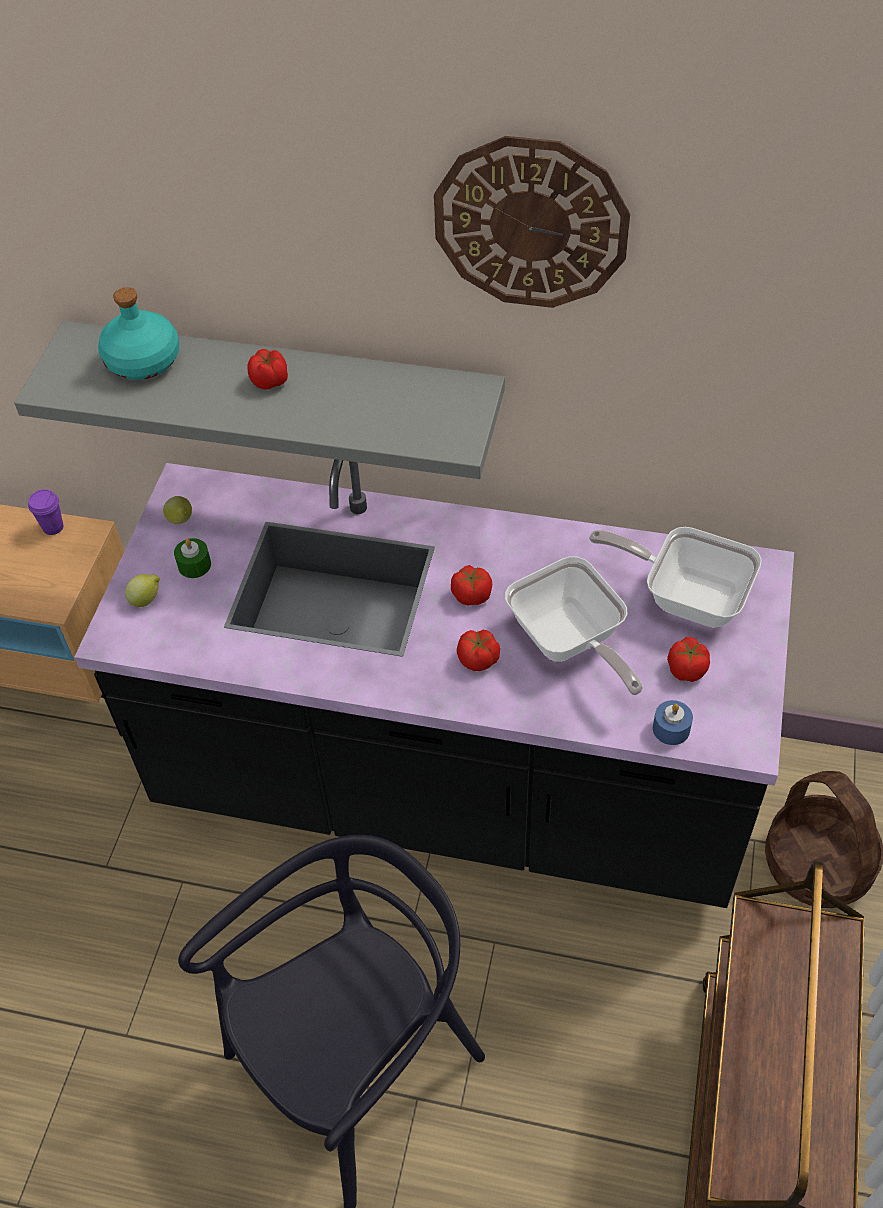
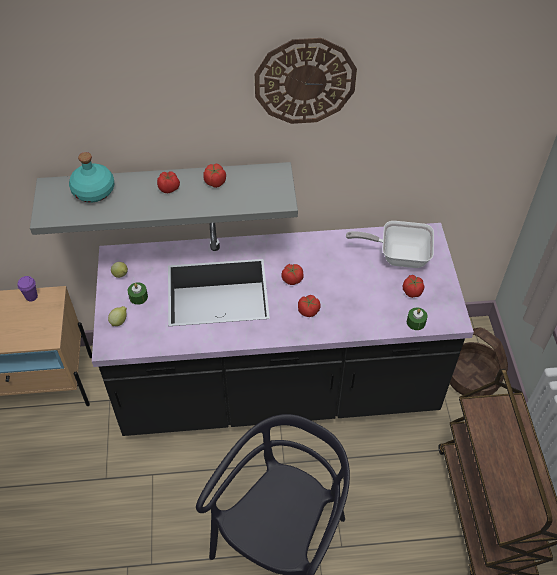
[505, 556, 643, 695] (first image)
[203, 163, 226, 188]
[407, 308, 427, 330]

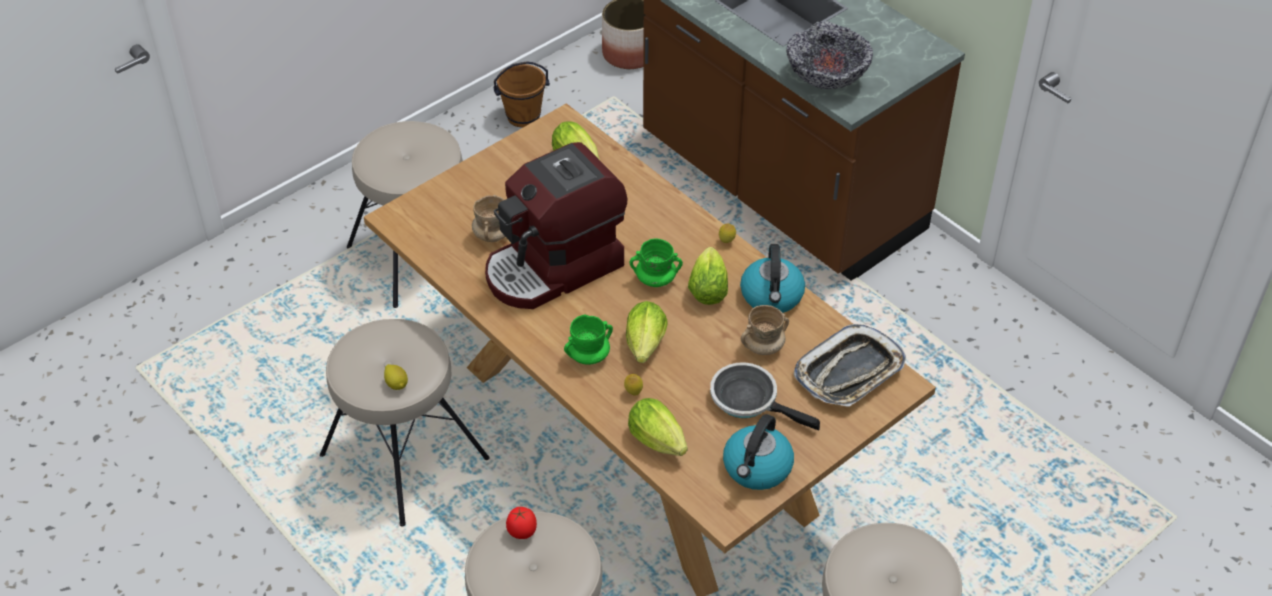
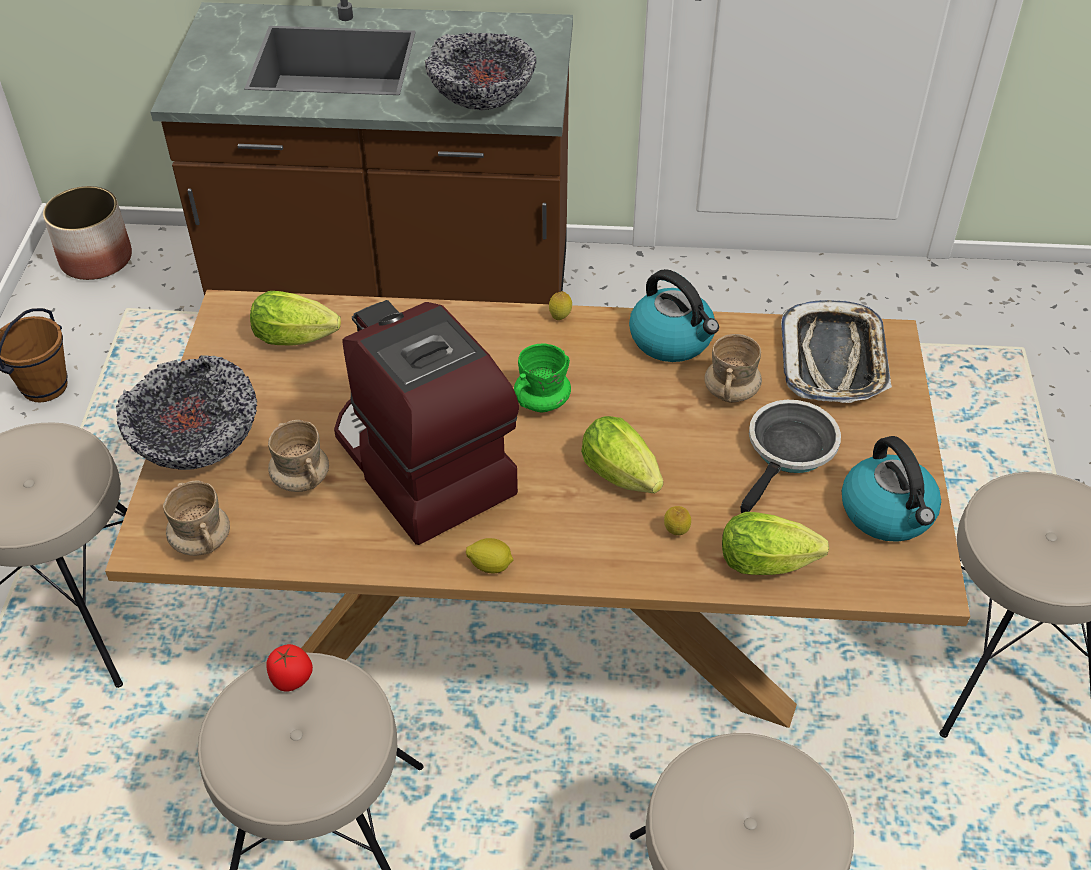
[564, 314, 613, 365] (first image)
[688, 247, 728, 305] (first image)
[116, 355, 257, 470]
[163, 480, 230, 556]
[466, 538, 513, 573]
[266, 644, 313, 692]
[334, 300, 519, 545]
[741, 400, 841, 513]

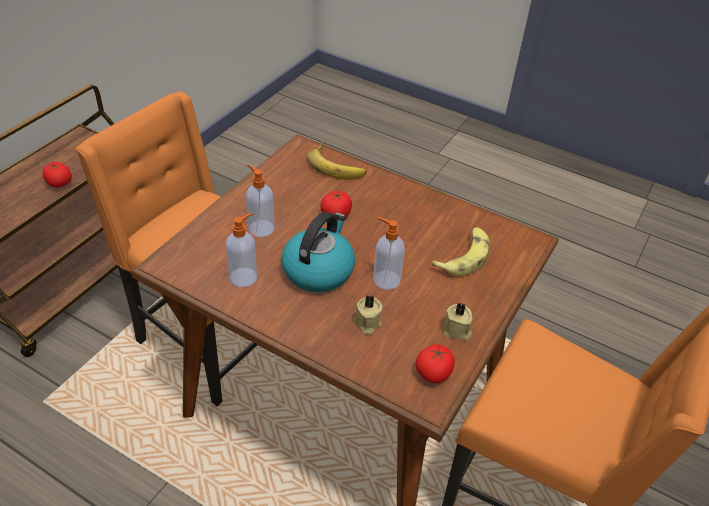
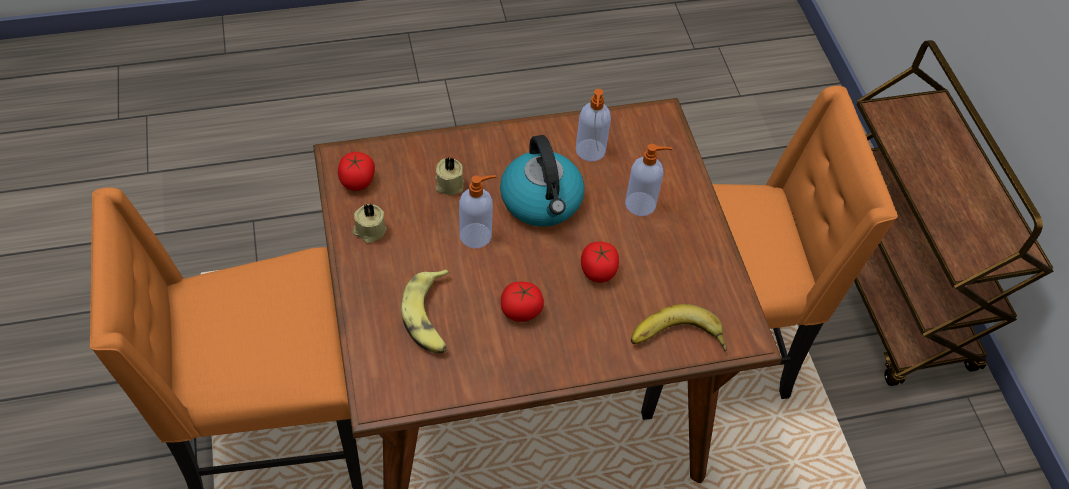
[501, 282, 544, 322]

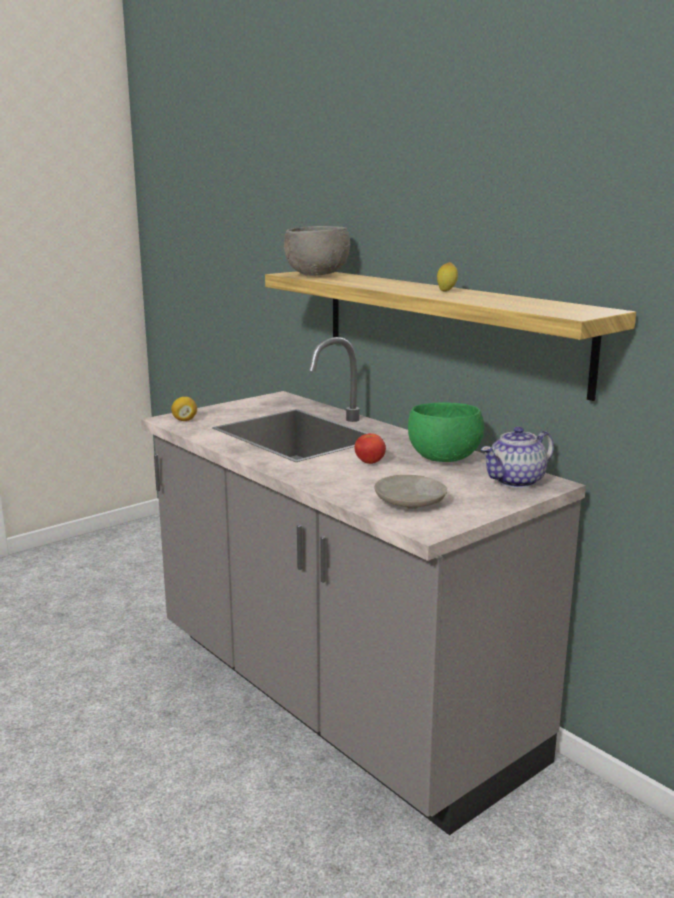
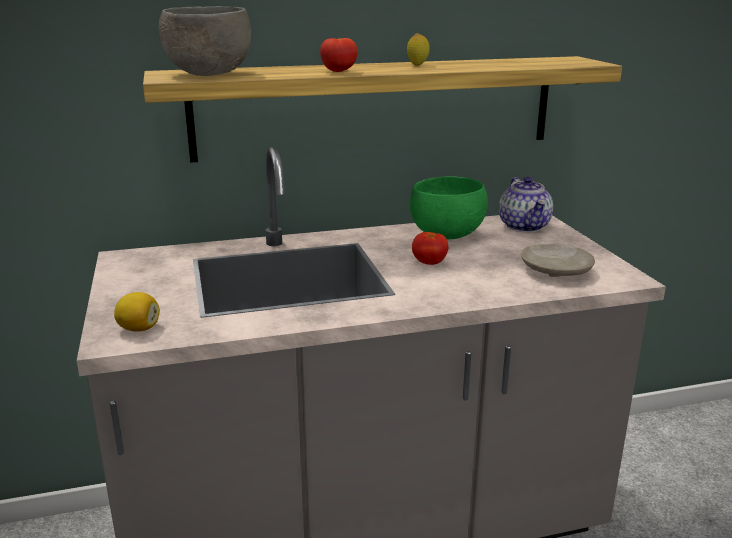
[320, 38, 358, 72]

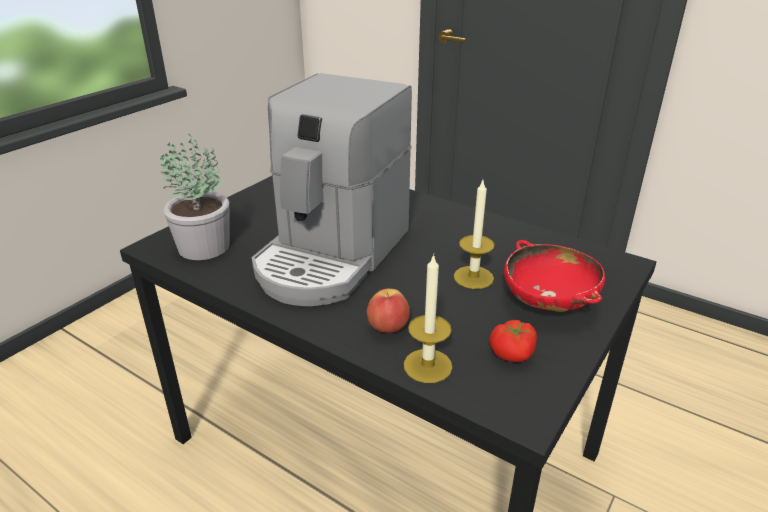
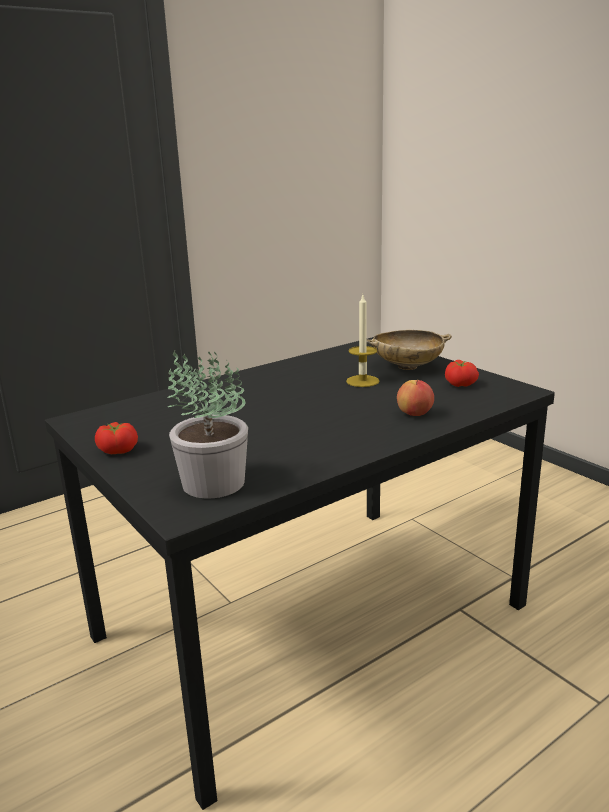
[251, 73, 412, 306] (first image)
[404, 254, 453, 383] (first image)
[95, 422, 138, 454]
[366, 330, 452, 370]

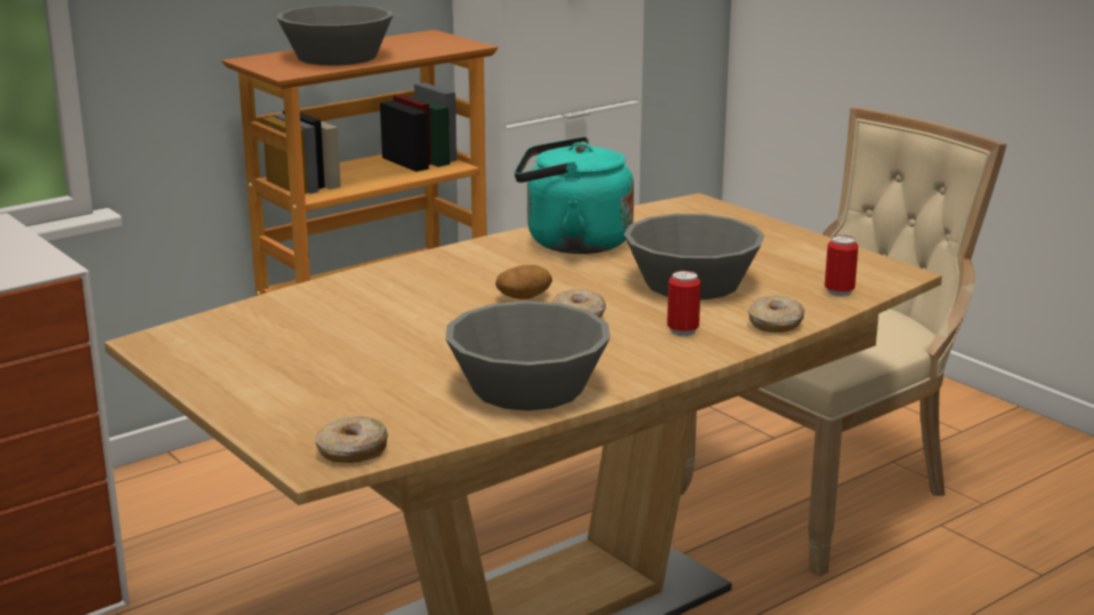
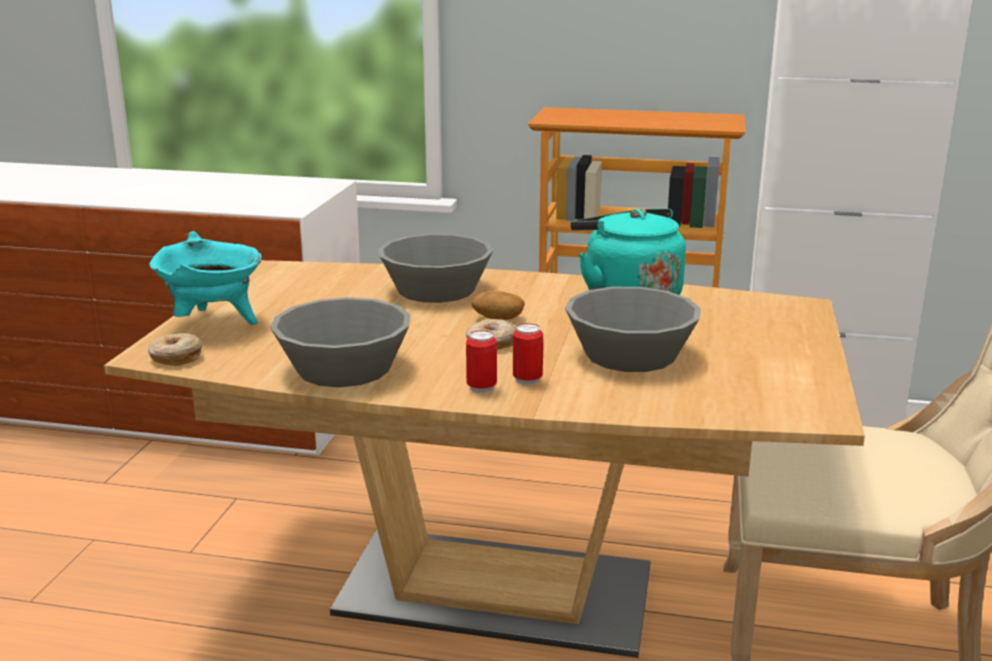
[748, 296, 804, 333] (first image)
[150, 231, 262, 325]
[378, 234, 493, 303]
[466, 330, 497, 393]

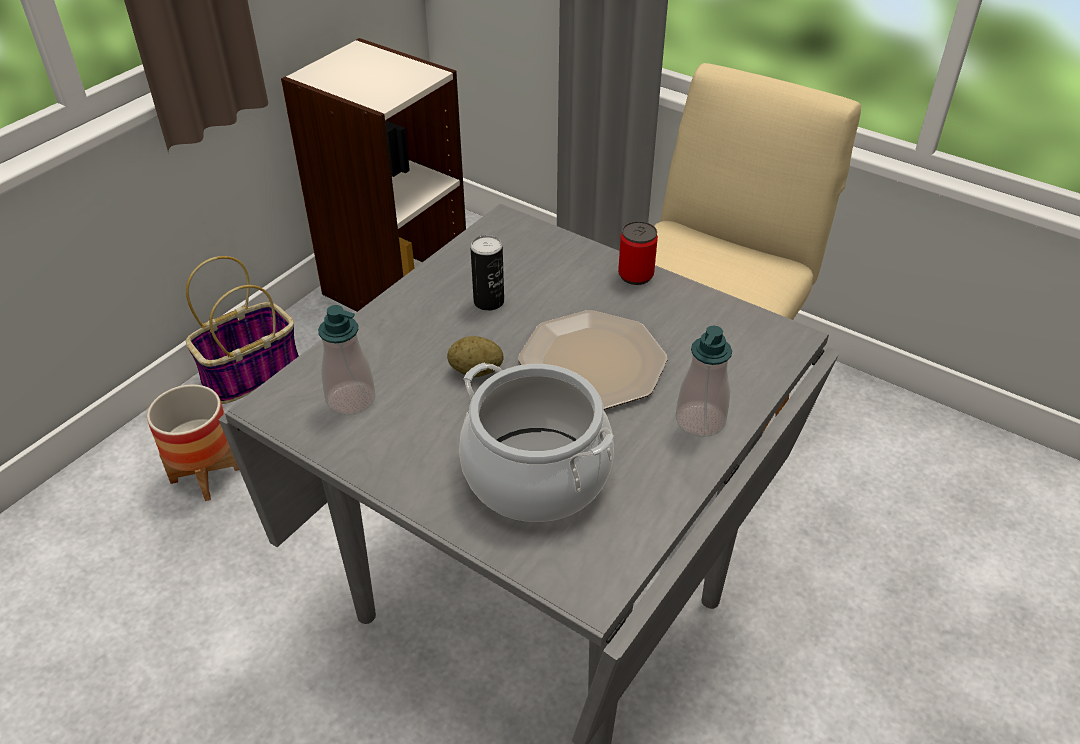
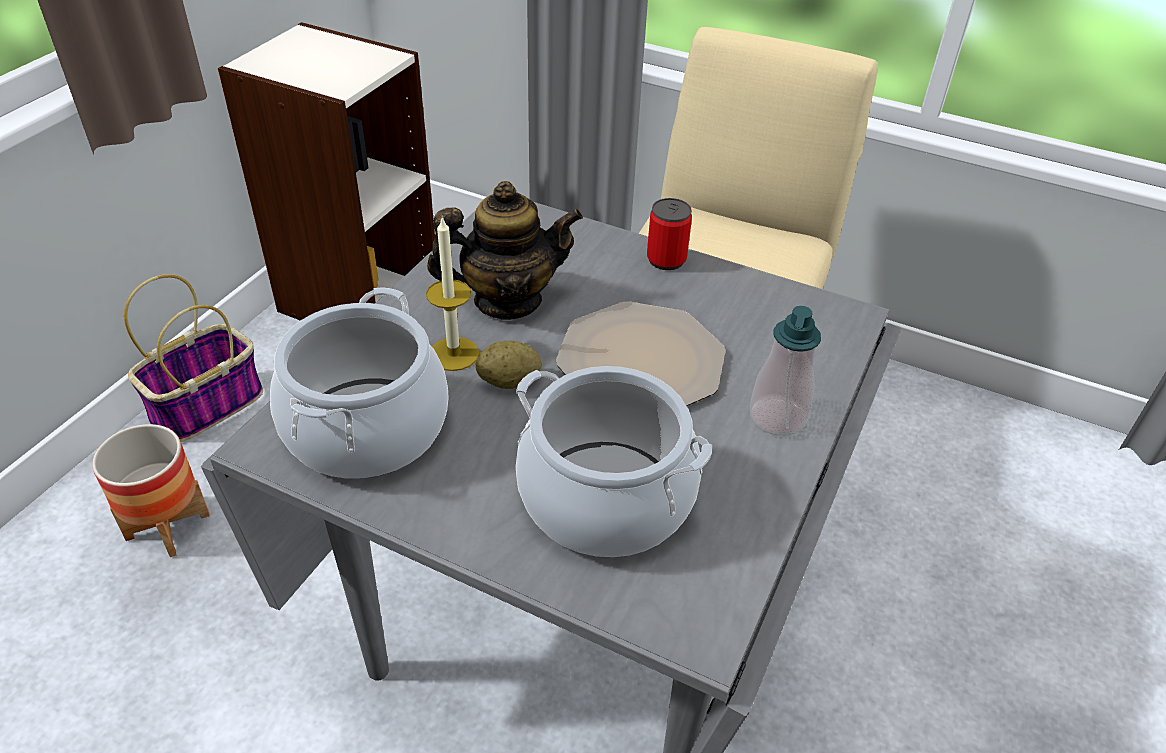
[426, 216, 479, 371]
[270, 287, 449, 479]
[427, 181, 583, 320]

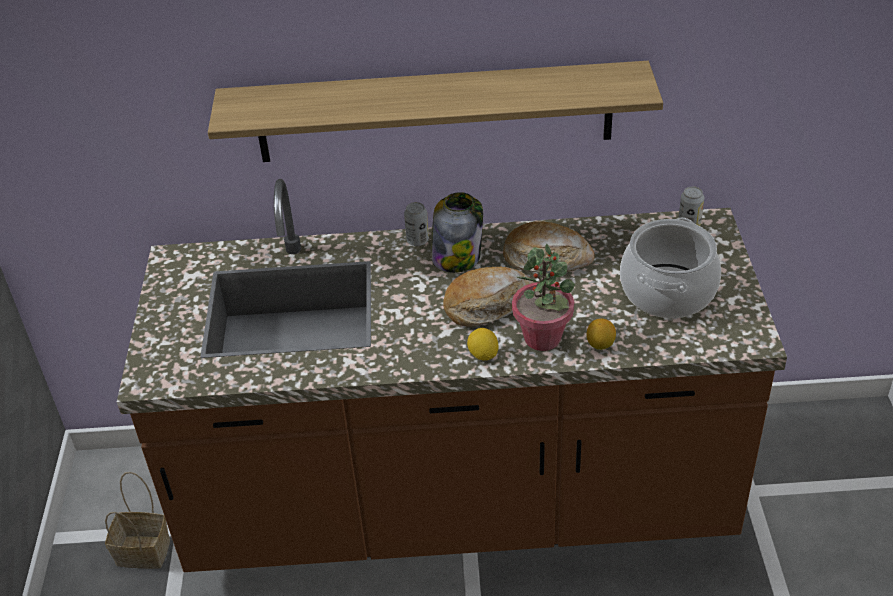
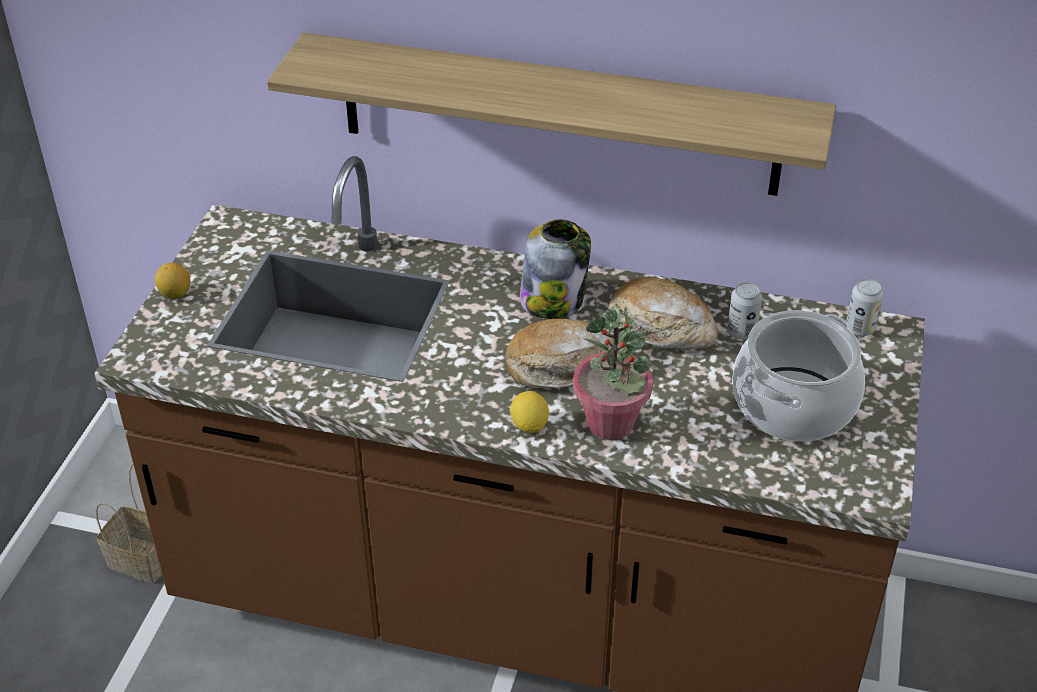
[727, 282, 762, 340]
[155, 263, 190, 299]

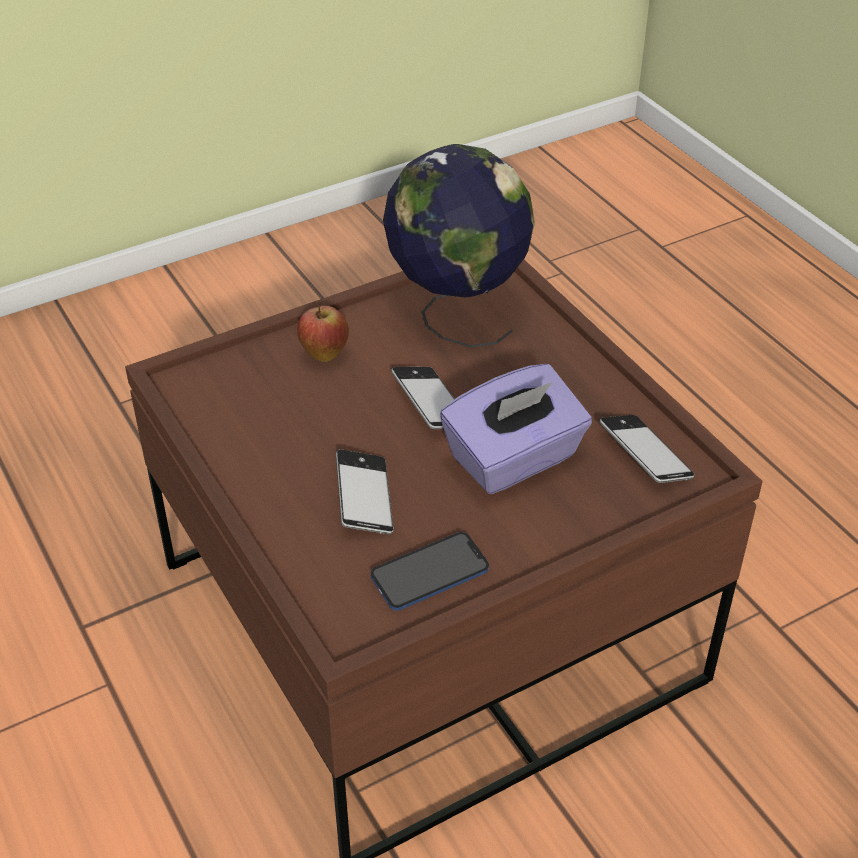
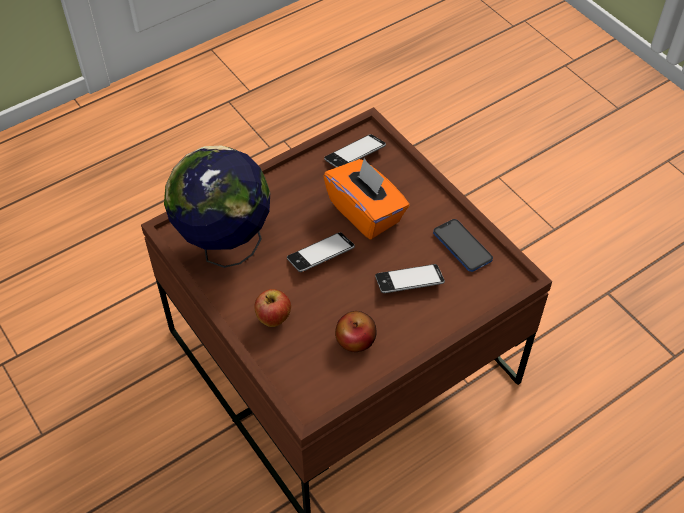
[335, 311, 376, 352]
[323, 158, 409, 239]

